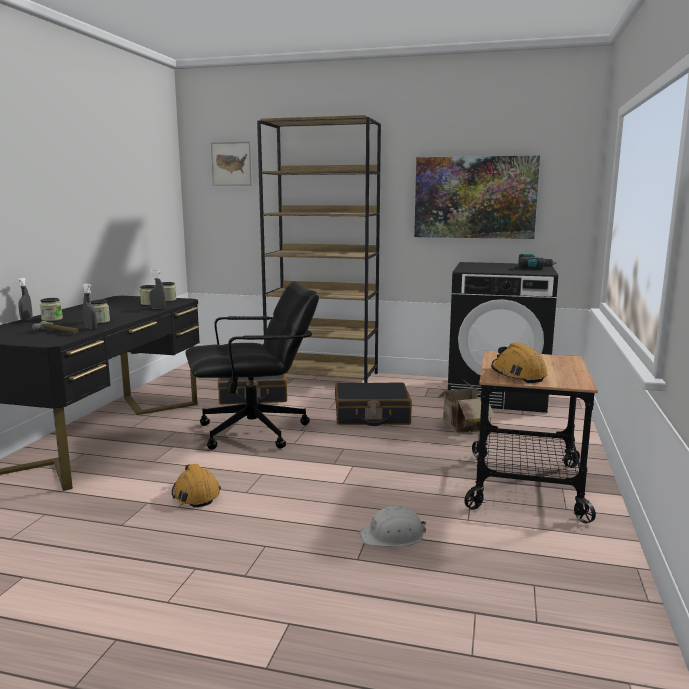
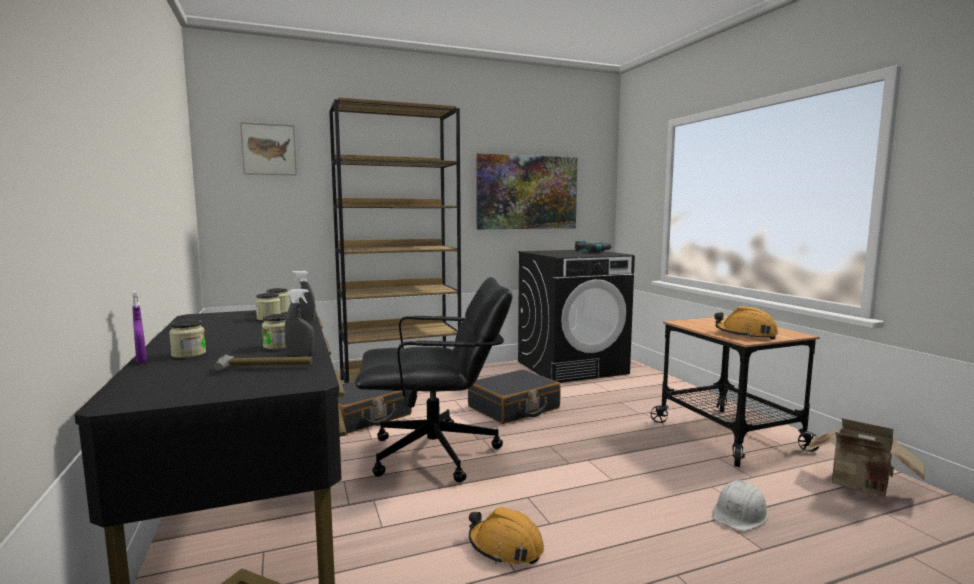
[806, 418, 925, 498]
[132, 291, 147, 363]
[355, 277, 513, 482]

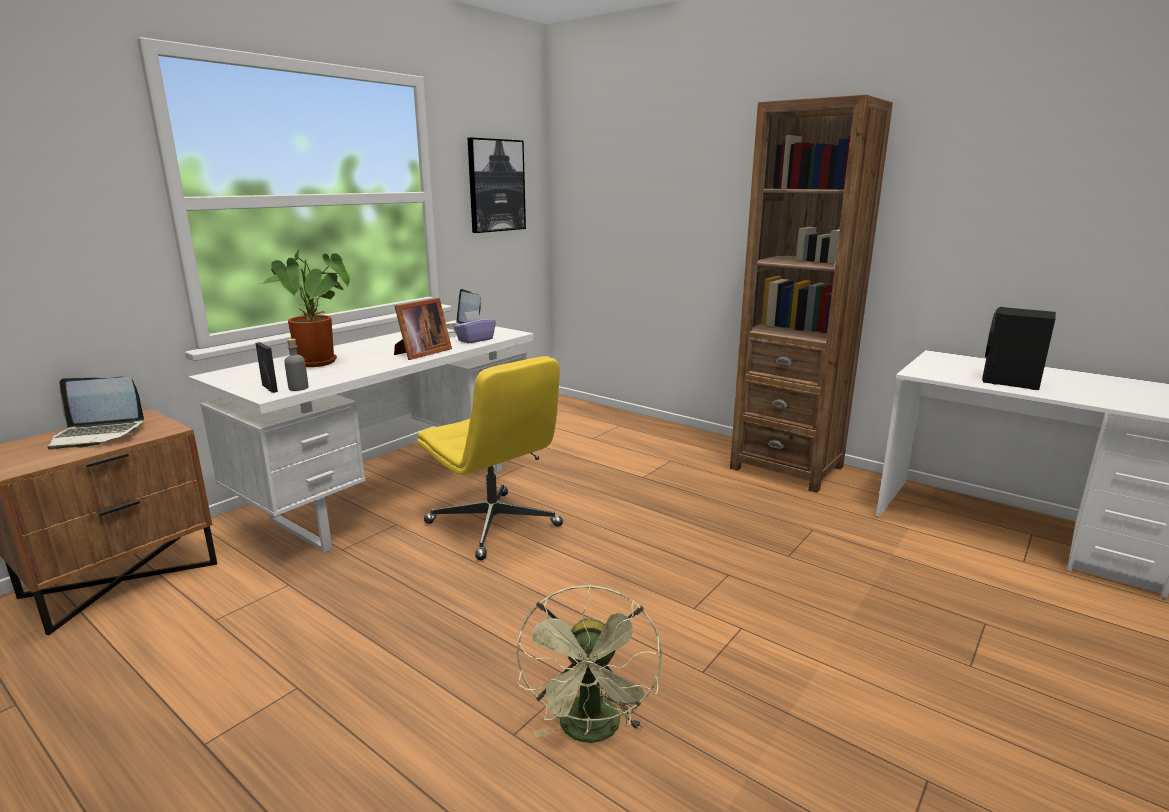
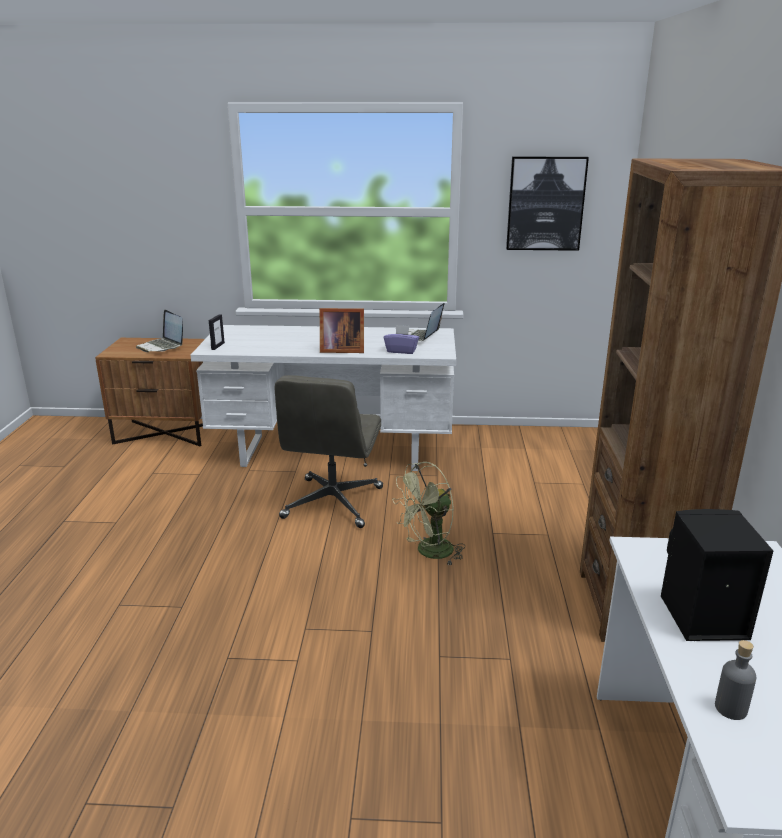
[261, 249, 350, 367] (first image)
[715, 640, 757, 720]
[392, 462, 465, 566]
[275, 375, 383, 528]

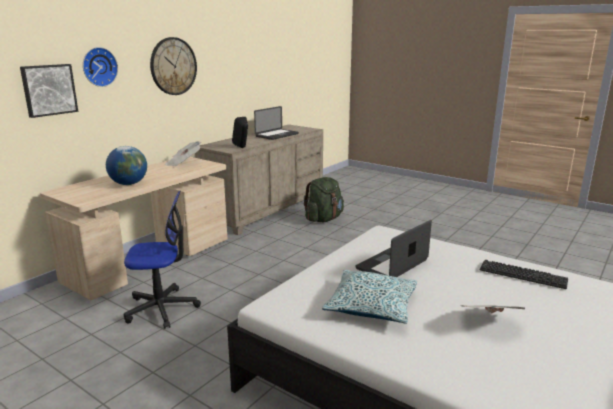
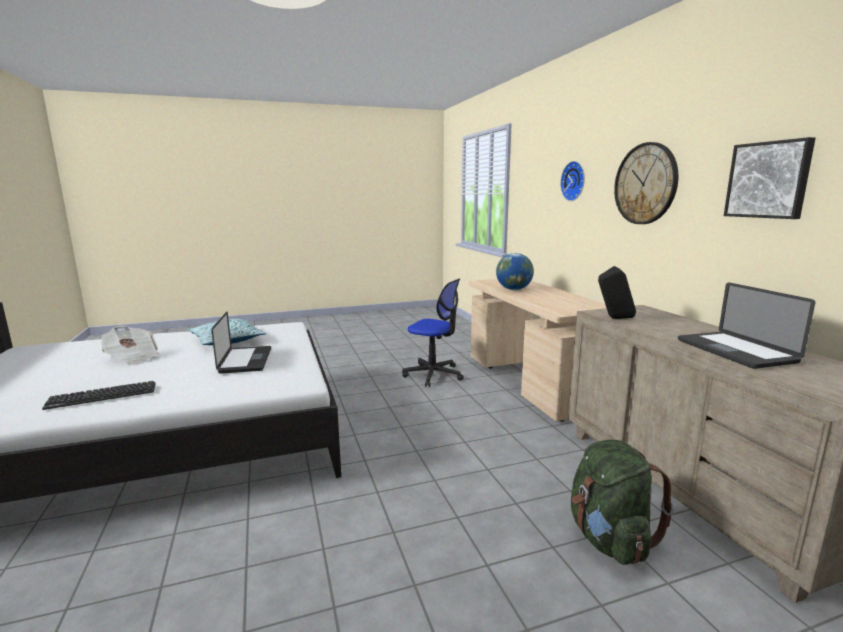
[165, 141, 201, 166] (first image)
[724, 137, 816, 219]
[402, 278, 464, 387]

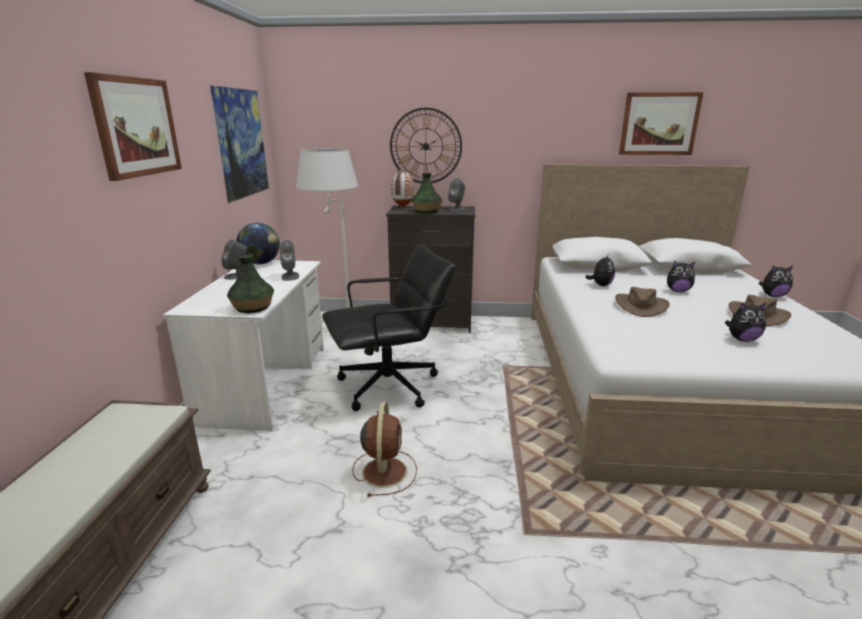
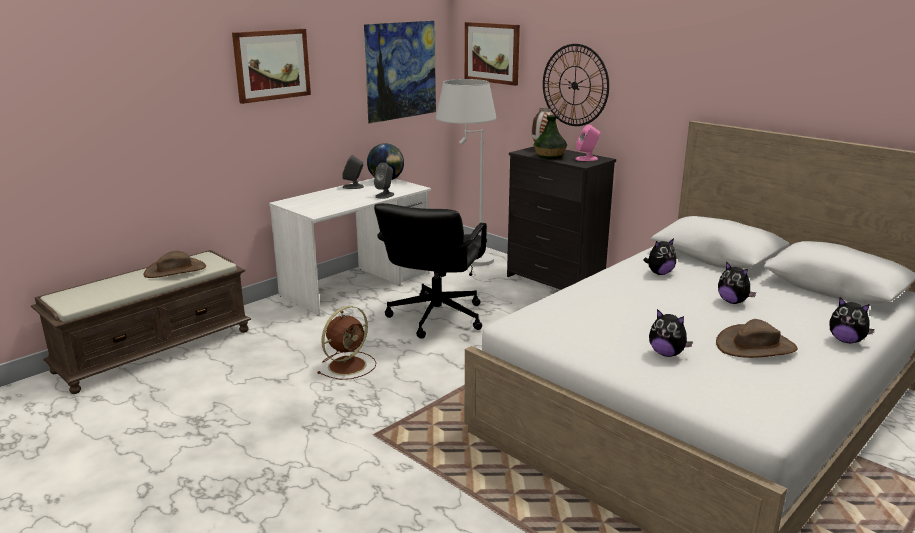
[227, 254, 274, 313] (first image)
[144, 251, 206, 278]
[465, 22, 520, 86]
[576, 125, 600, 161]
[374, 203, 487, 339]

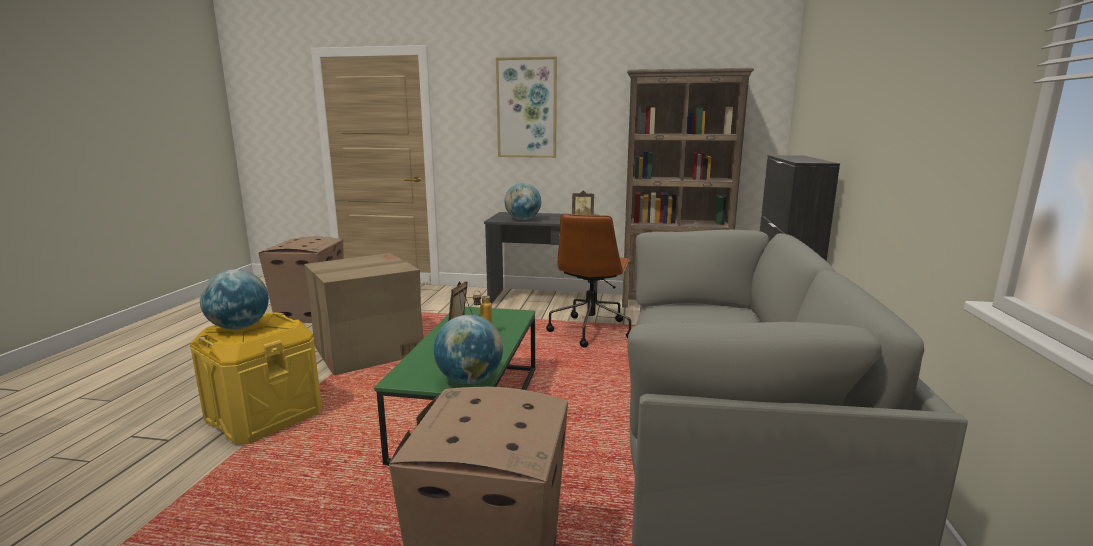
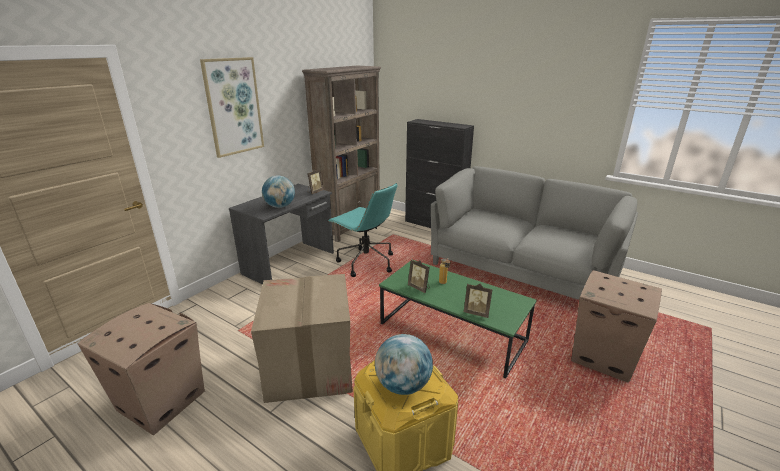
[434, 315, 503, 384] (first image)
[464, 284, 492, 318]
[328, 183, 397, 277]

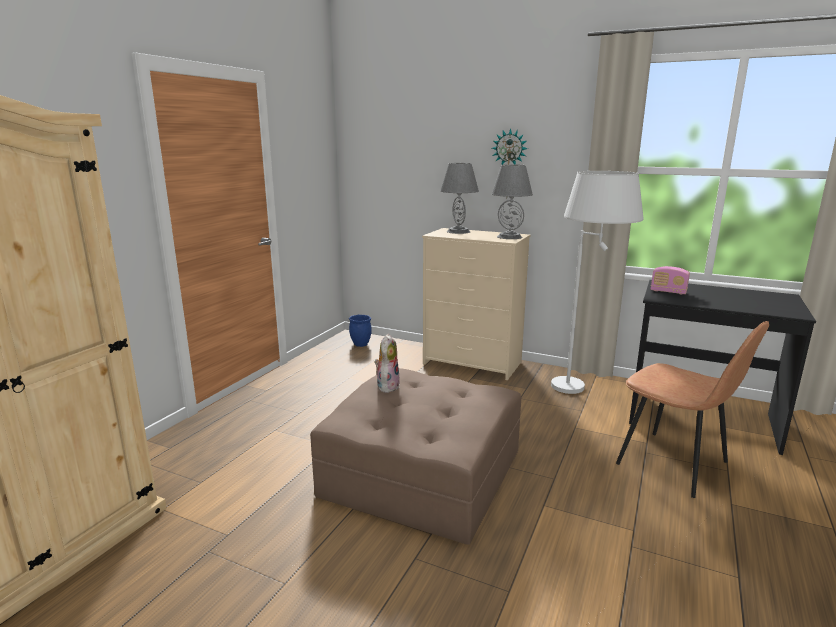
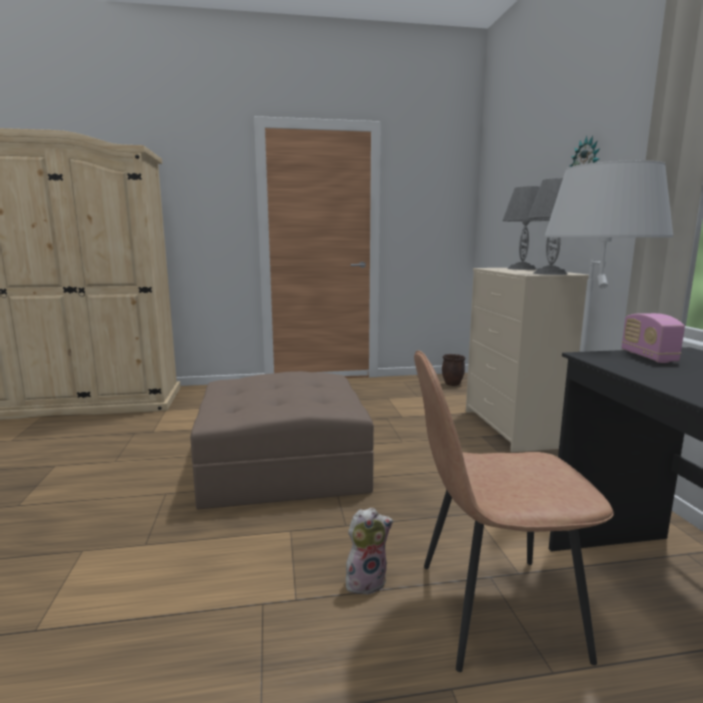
[346, 508, 393, 597]
[442, 354, 466, 386]
[414, 350, 614, 672]

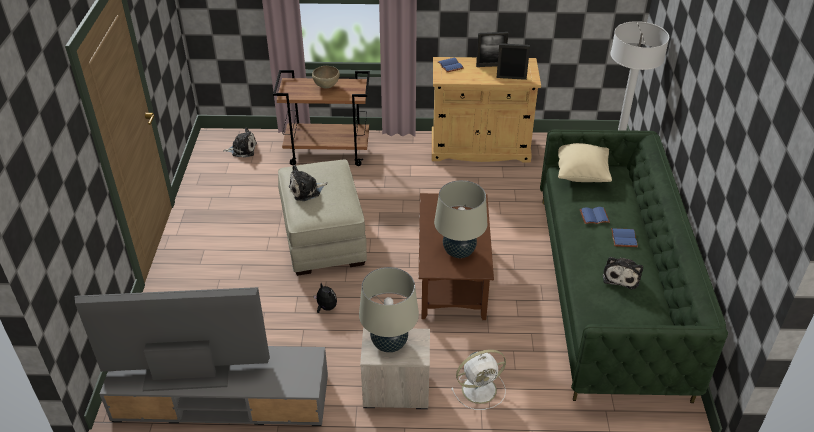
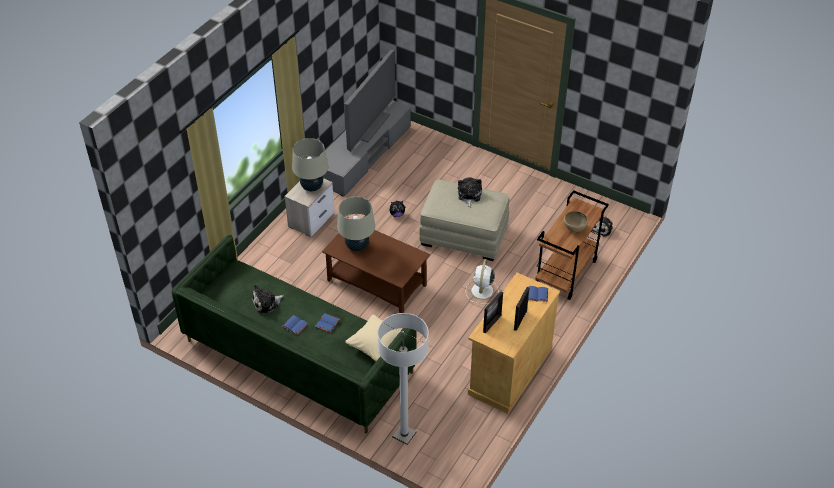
[466, 259, 499, 304]
[252, 284, 284, 314]

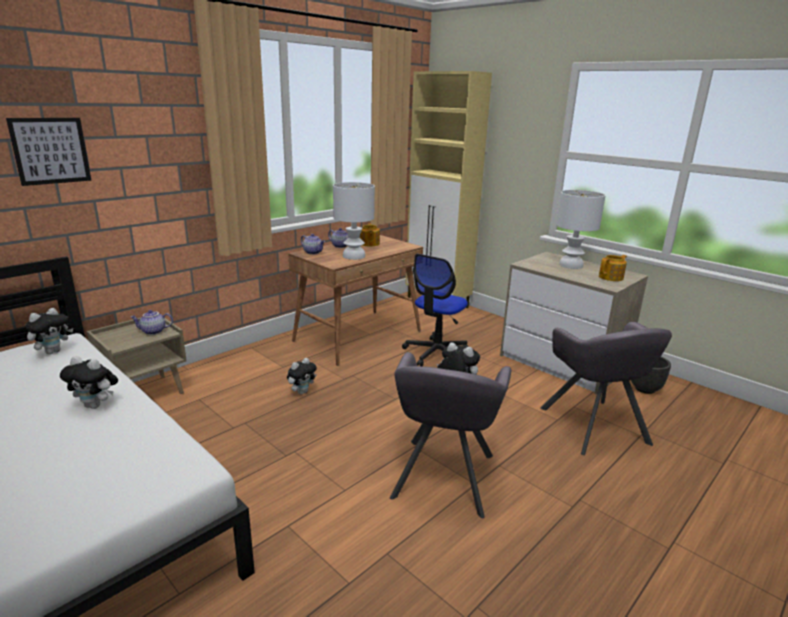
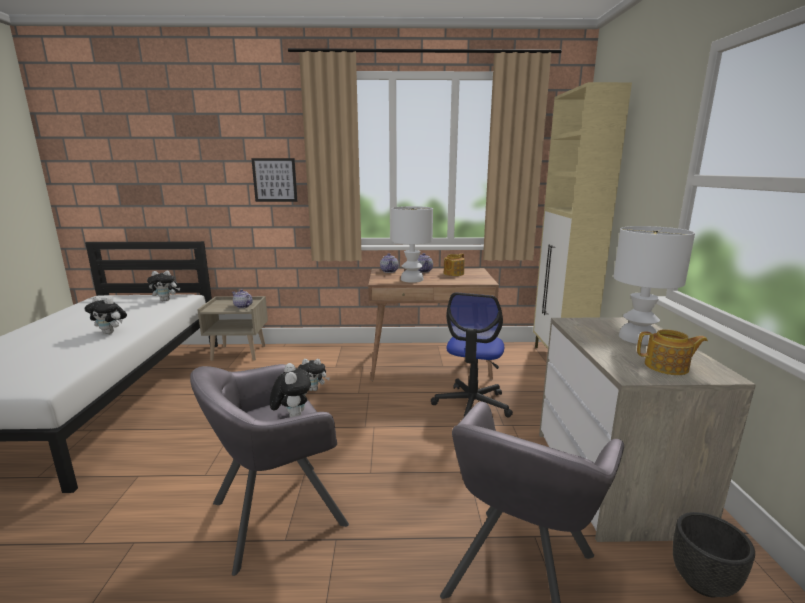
[251, 158, 298, 202]
[85, 296, 127, 334]
[431, 293, 513, 418]

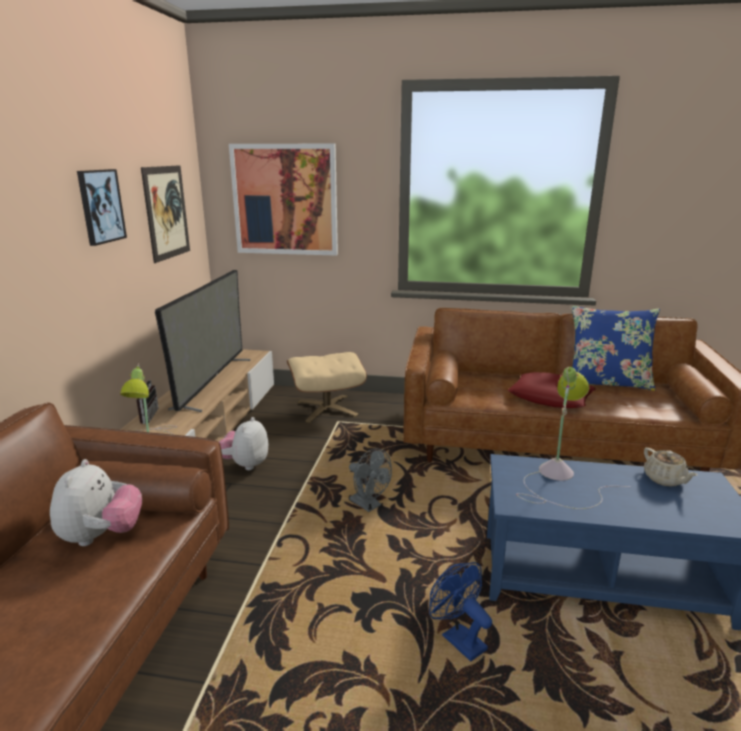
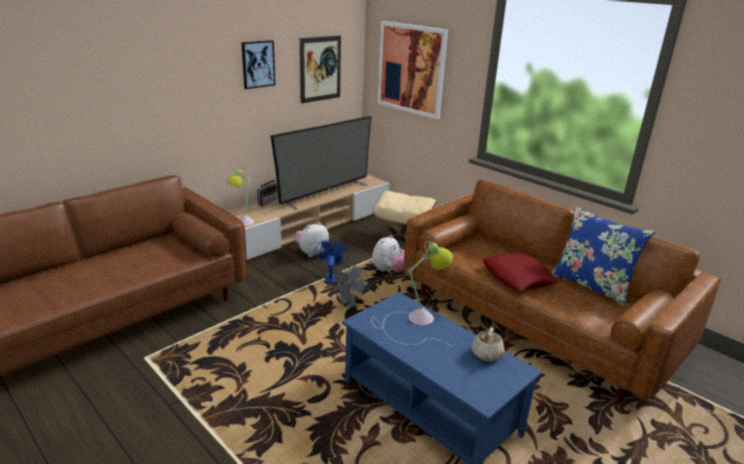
[372, 235, 405, 272]
[315, 239, 349, 284]

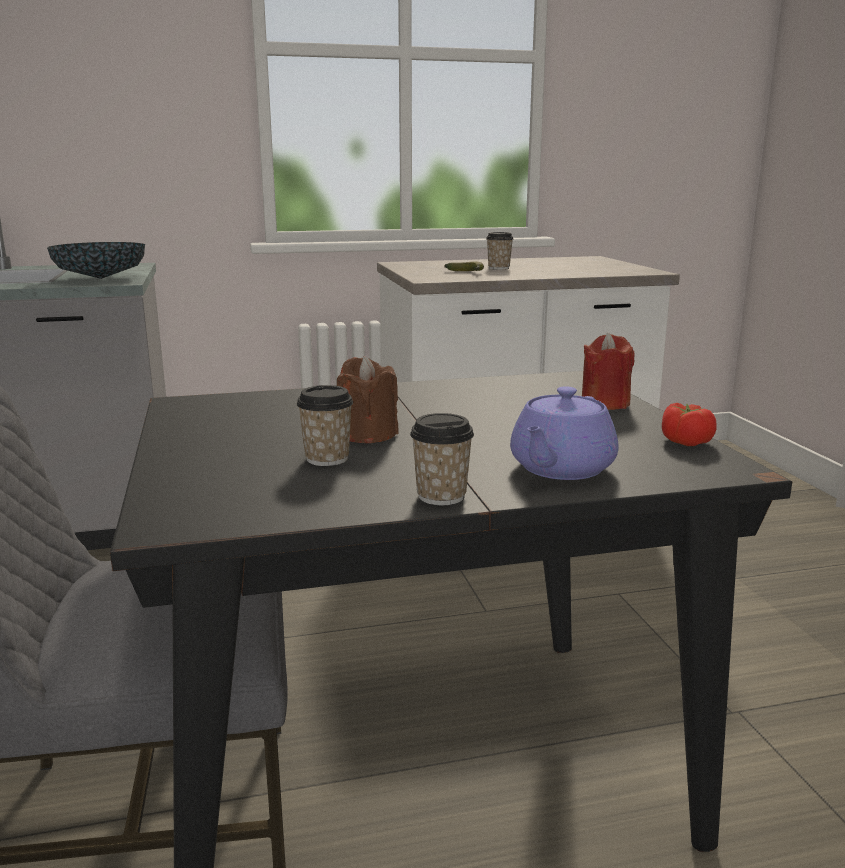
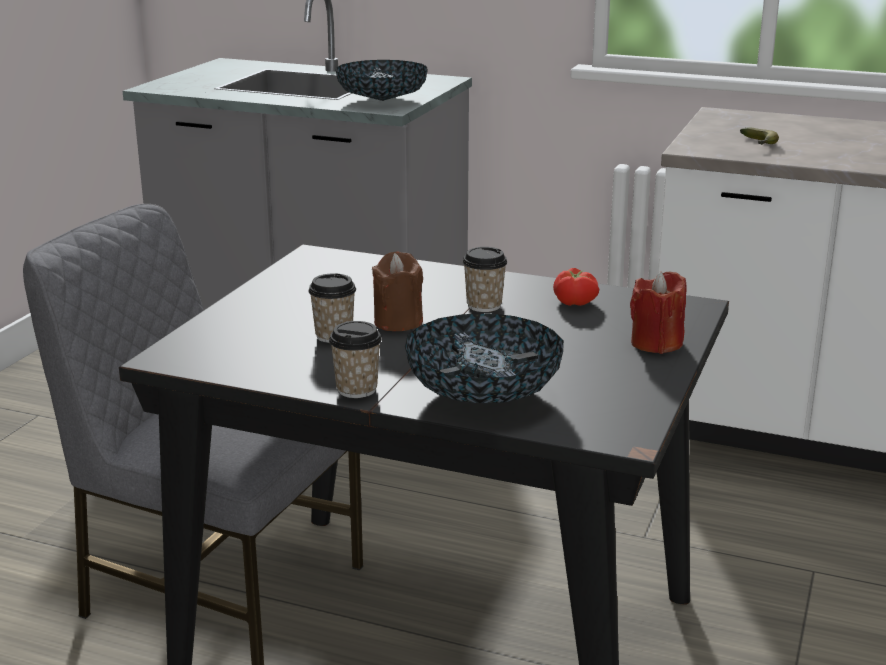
[462, 247, 507, 312]
[553, 268, 599, 306]
[405, 313, 564, 403]

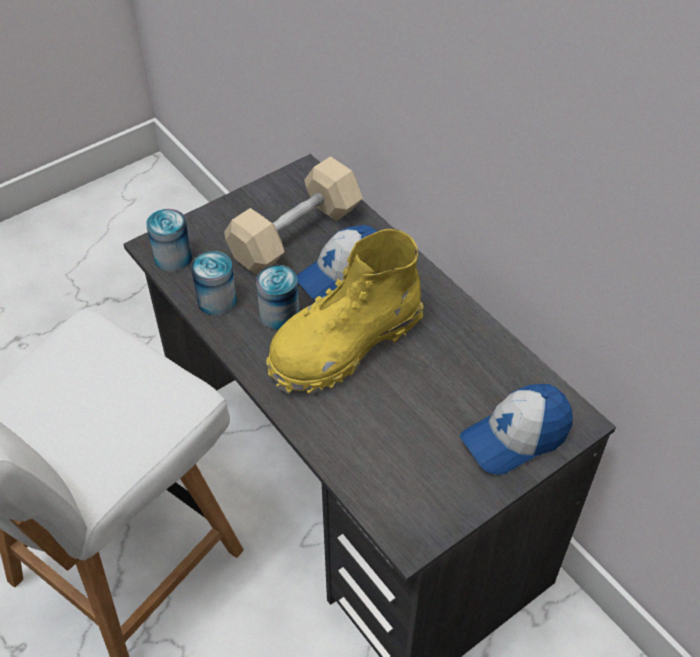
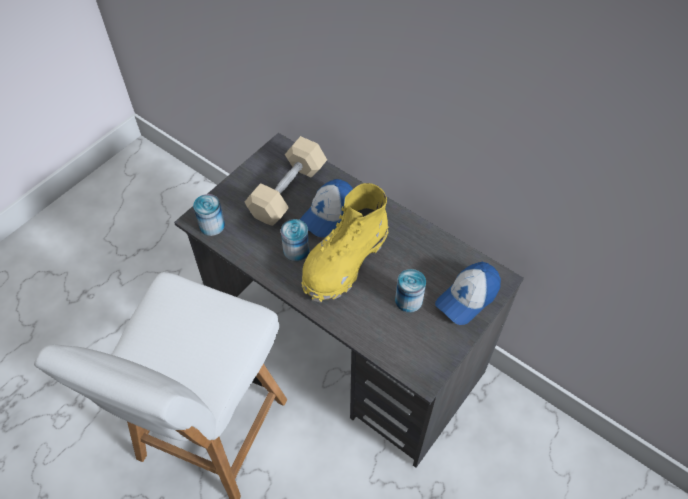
[395, 269, 426, 313]

